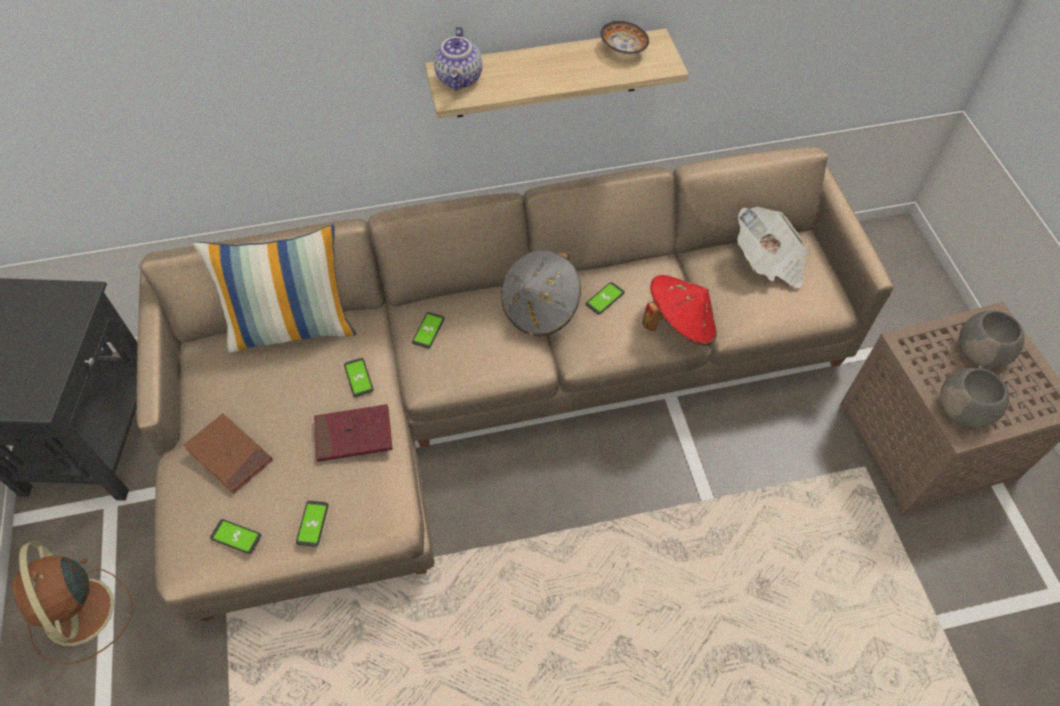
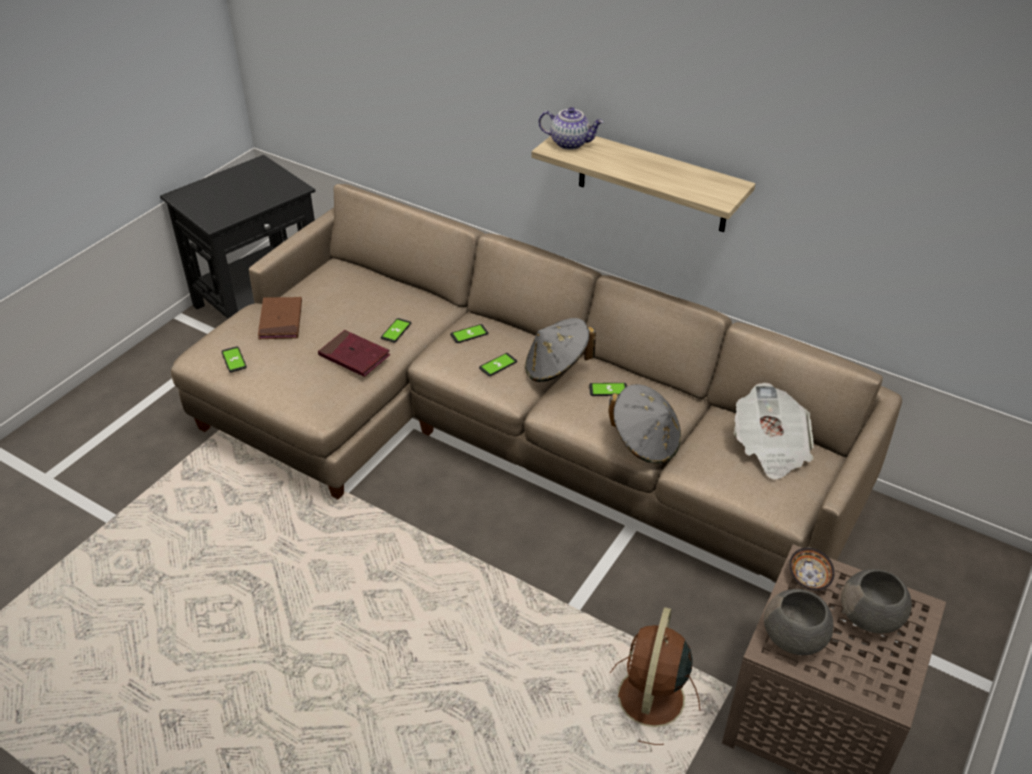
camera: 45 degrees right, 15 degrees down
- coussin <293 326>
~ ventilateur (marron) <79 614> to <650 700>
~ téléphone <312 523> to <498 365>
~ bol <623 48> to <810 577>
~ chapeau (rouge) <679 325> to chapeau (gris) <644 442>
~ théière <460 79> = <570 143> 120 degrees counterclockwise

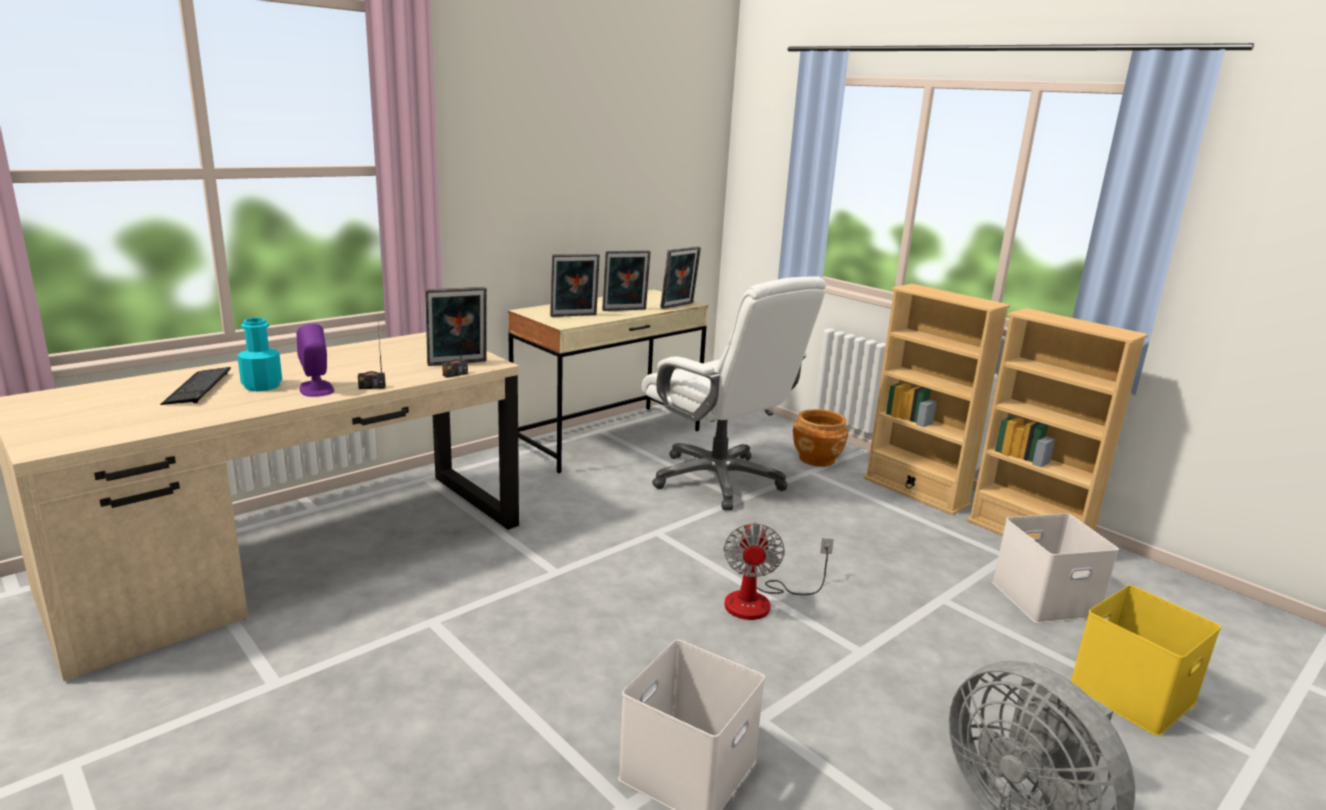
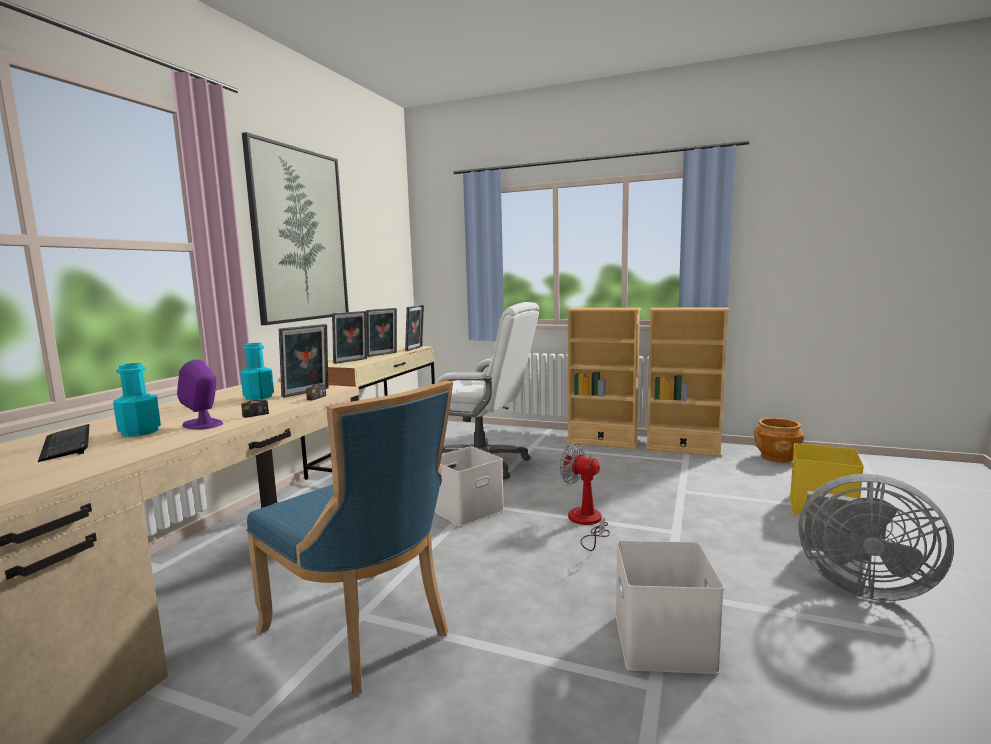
camera: 25 degrees left, 10 degrees down
+ bouteille (turquoise) <258 397>
+ tableau <300 235>
+ chaise (bleu) <363 632>
~ cache-pot (marron) <817 459> to <777 457>
~ boîte de rangement (blanc) <1045 597> to <467 509>
~ ventilateur <761 601> = <586 523> 150 degrees clockwise

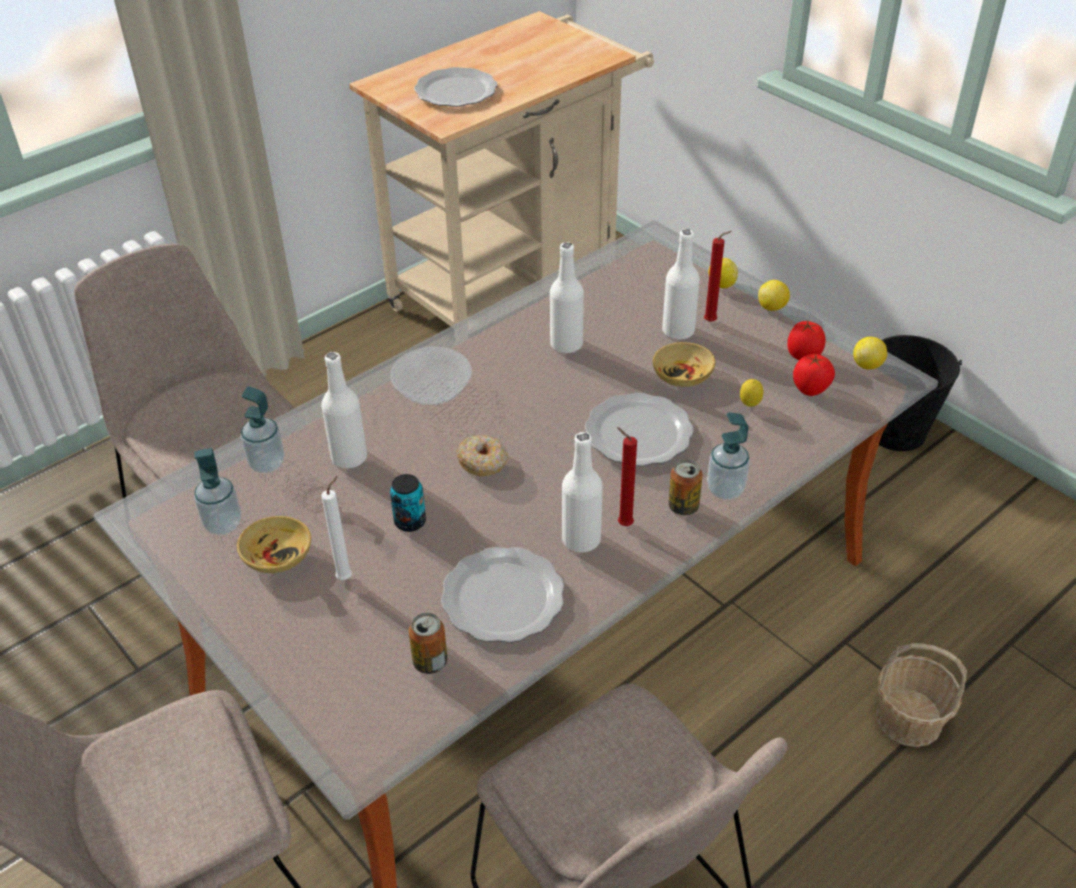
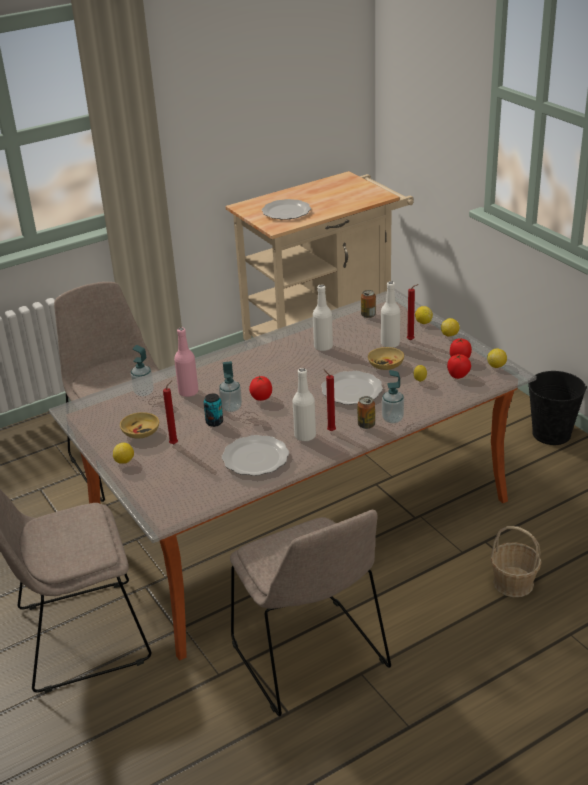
camera: 10 degrees right, 10 degrees down
- bol <433 391>
+ citron <124 461>
~ distributeur de savon <223 524> to <231 408>
~ boîte métallique <430 662> to <368 315>
~ beignet <483 462> to tomate <261 398>
~ bouteille (blanc) <349 457> to bouteille (rose) <188 392>
~ bougie (blanc) <346 576> to bougie (rouge) <175 443>

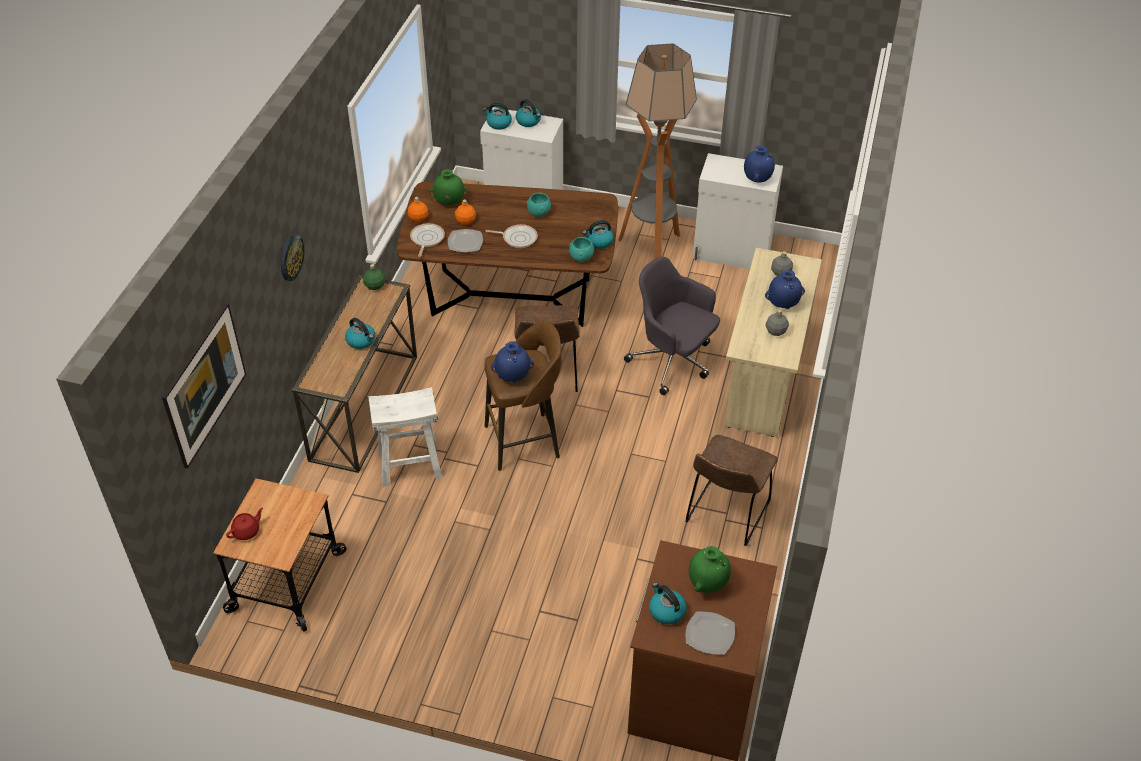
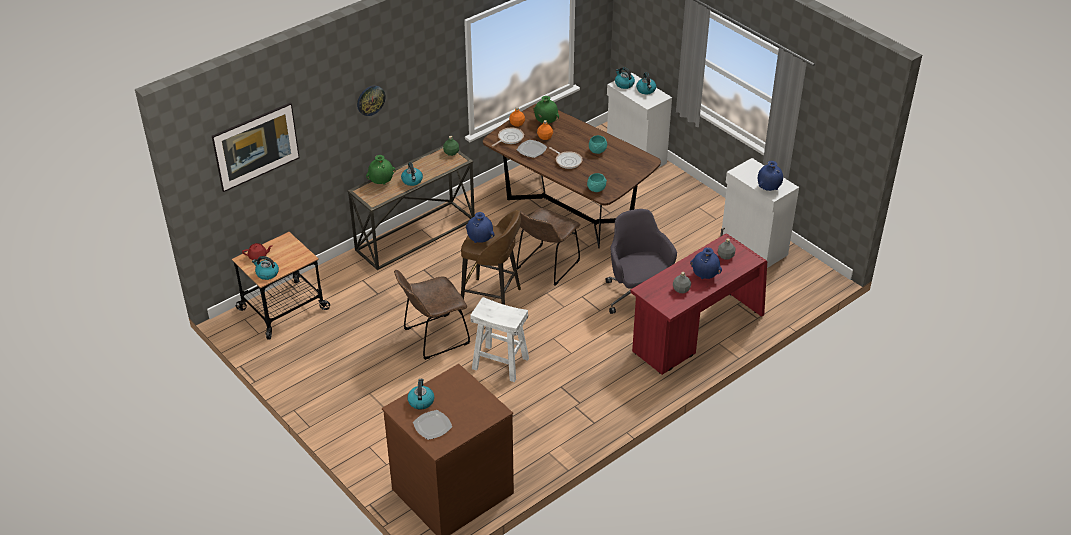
camera: 35 degrees right, 5 degrees down
- lampadaire <651 248>
~ tabouret (blanc) <409 465> to <500 363>
~ bouilloire <598 242> to <267 273>
~ chaise (marron) <726 515> to <433 338>
~ vase (vert) <707 583> to <382 182>
~ bureau (beige) <765 373> to bureau (rouge) <696 333>

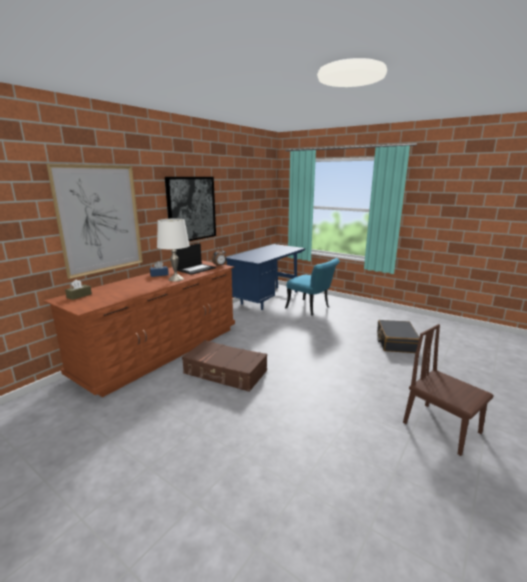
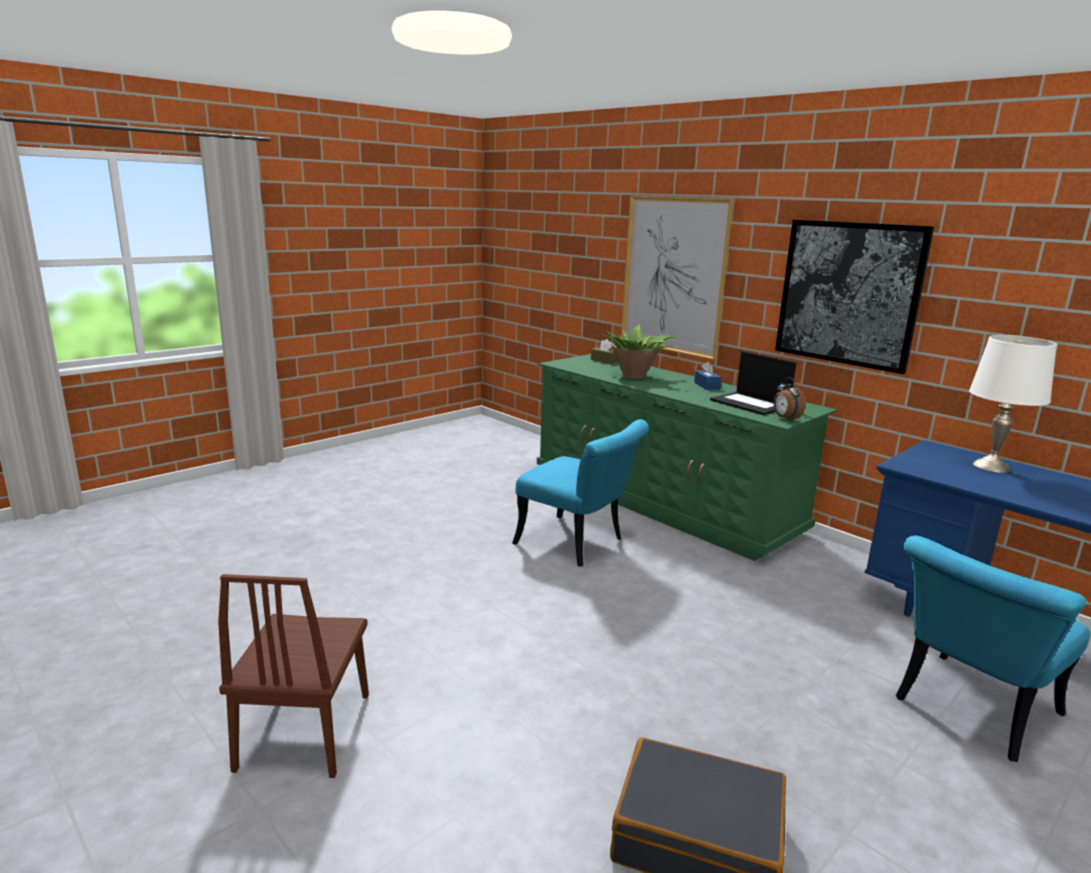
camera: 100 degrees right, 0 degrees up
+ plante en pot <634 376>
~ lampe de table (blanc) <176 279> to <991 466>
~ valise (marron) <225 373> to chaise (turquoise) <578 544>
~ commode (marron) <161 350> to commode (vert) <661 501>
~ chaise (marron) <441 428> = <305 730> 120 degrees clockwise

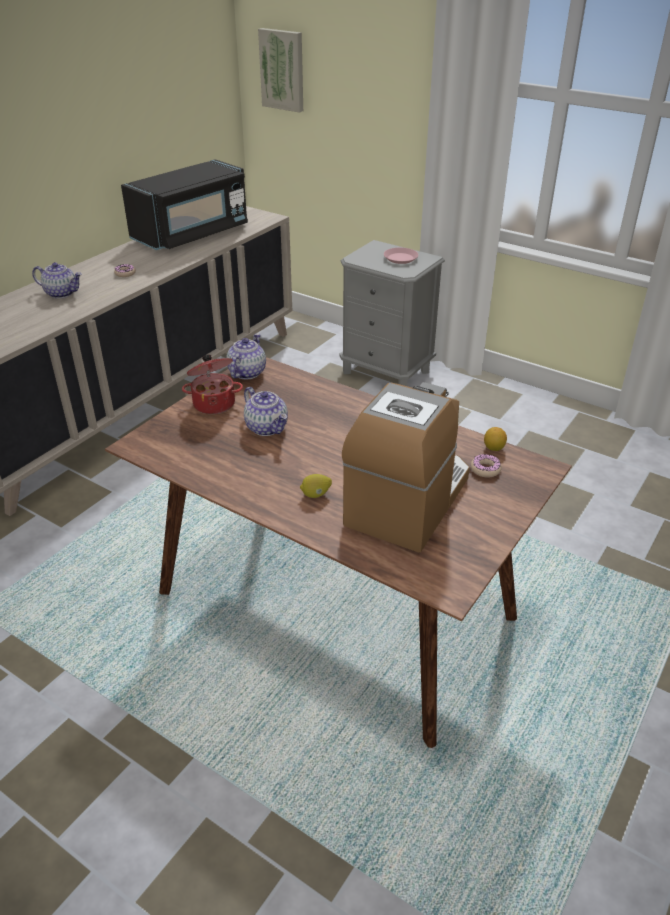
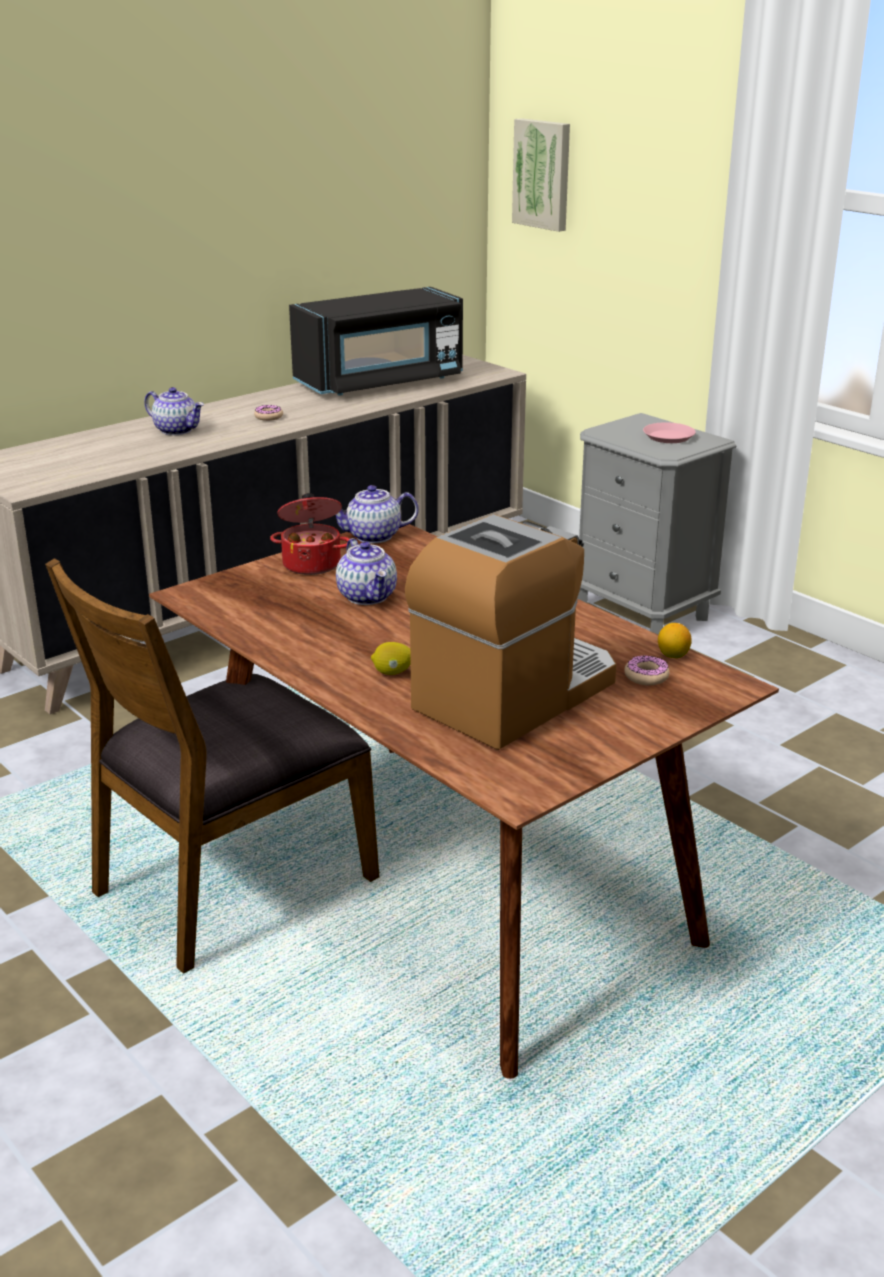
camera: 15 degrees right, 10 degrees down
+ chaise (marron) <231 884>
~ théière <246 372> = <373 536> 135 degrees counterclockwise

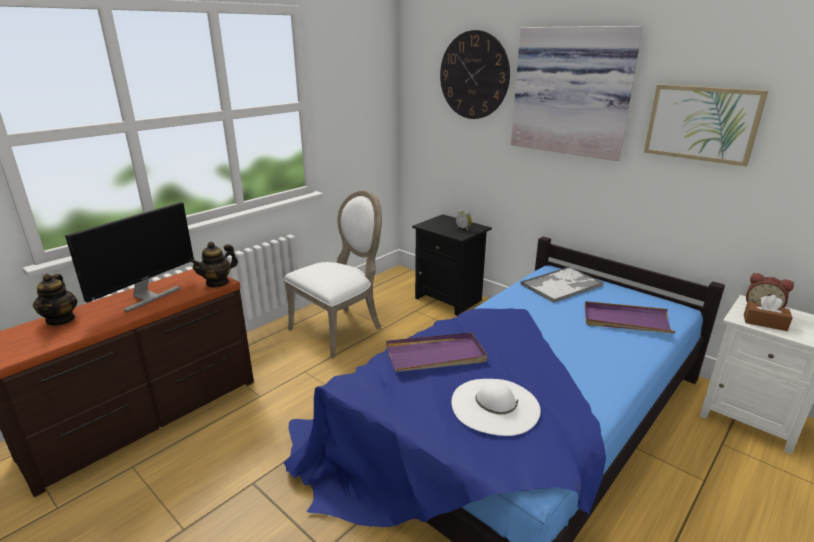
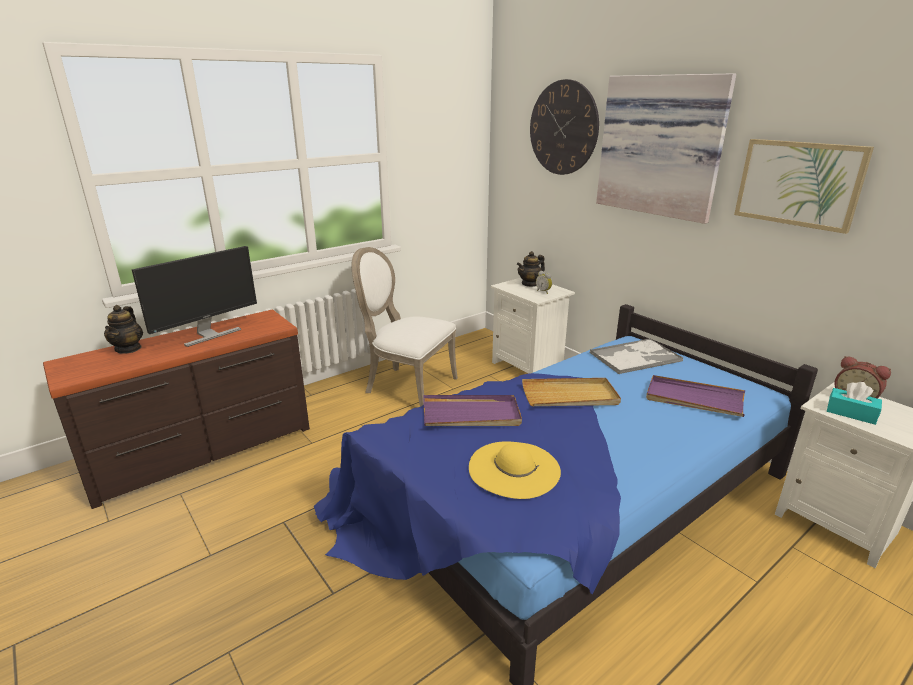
camera: 10 degrees right, 0 degrees up
+ plateau (beige) <570 396>
~ théière <217 282> to <530 284>
~ table de chevet (noir) <449 299> to table de chevet (blanc) <528 366>
~ chapeau (blanc) <495 405> to chapeau (jaune) <514 469>
~ boîte à mouchoirs (marron) <764 322> to boîte à mouchoirs (turquoise) <851 413>
~ chaise (blanc) <340 329> = <407 386> 120 degrees counterclockwise

